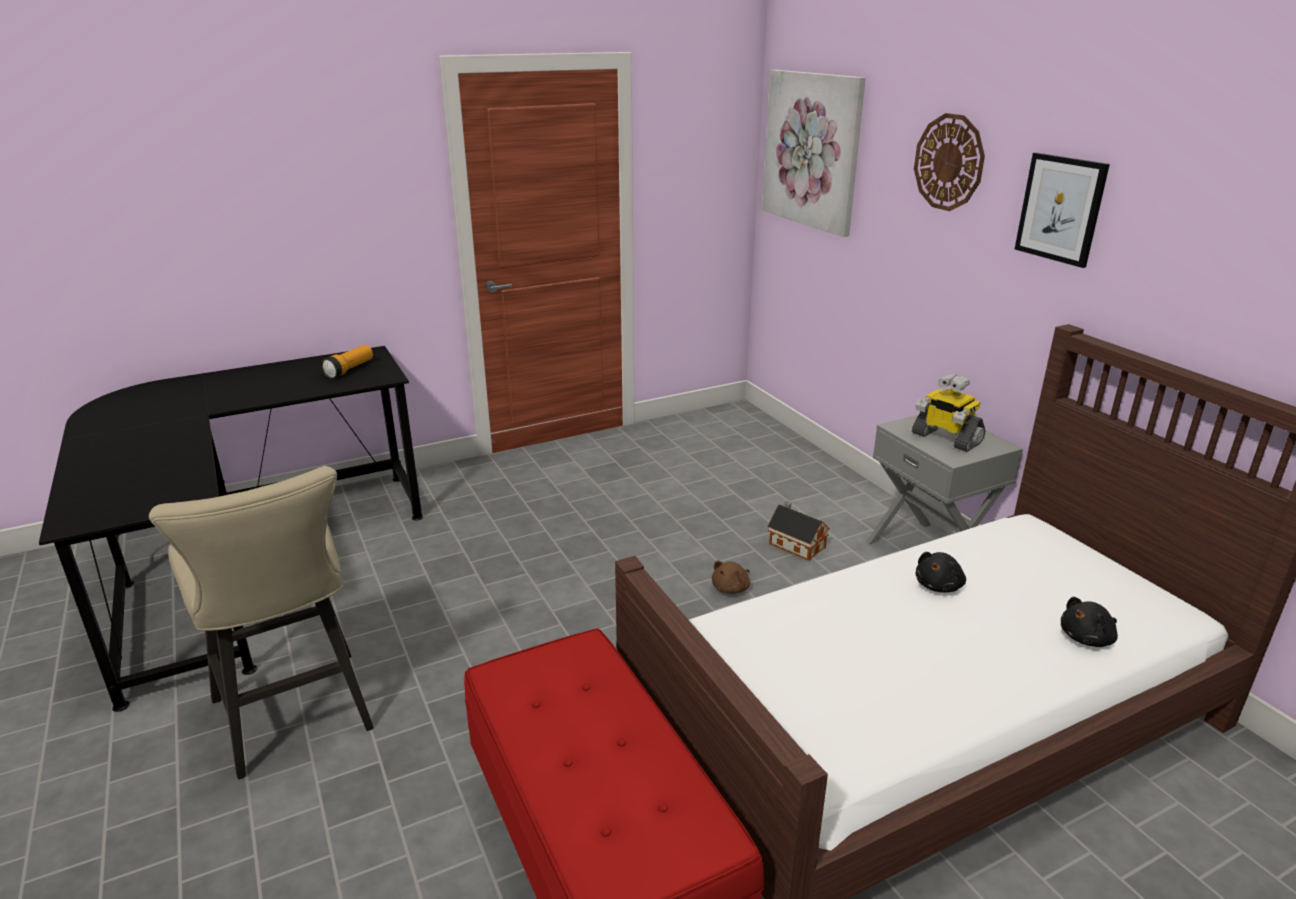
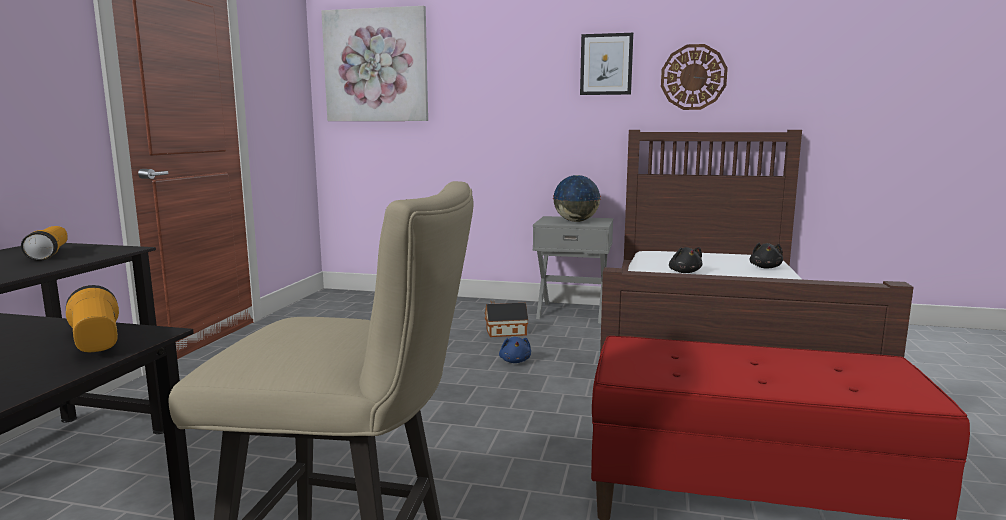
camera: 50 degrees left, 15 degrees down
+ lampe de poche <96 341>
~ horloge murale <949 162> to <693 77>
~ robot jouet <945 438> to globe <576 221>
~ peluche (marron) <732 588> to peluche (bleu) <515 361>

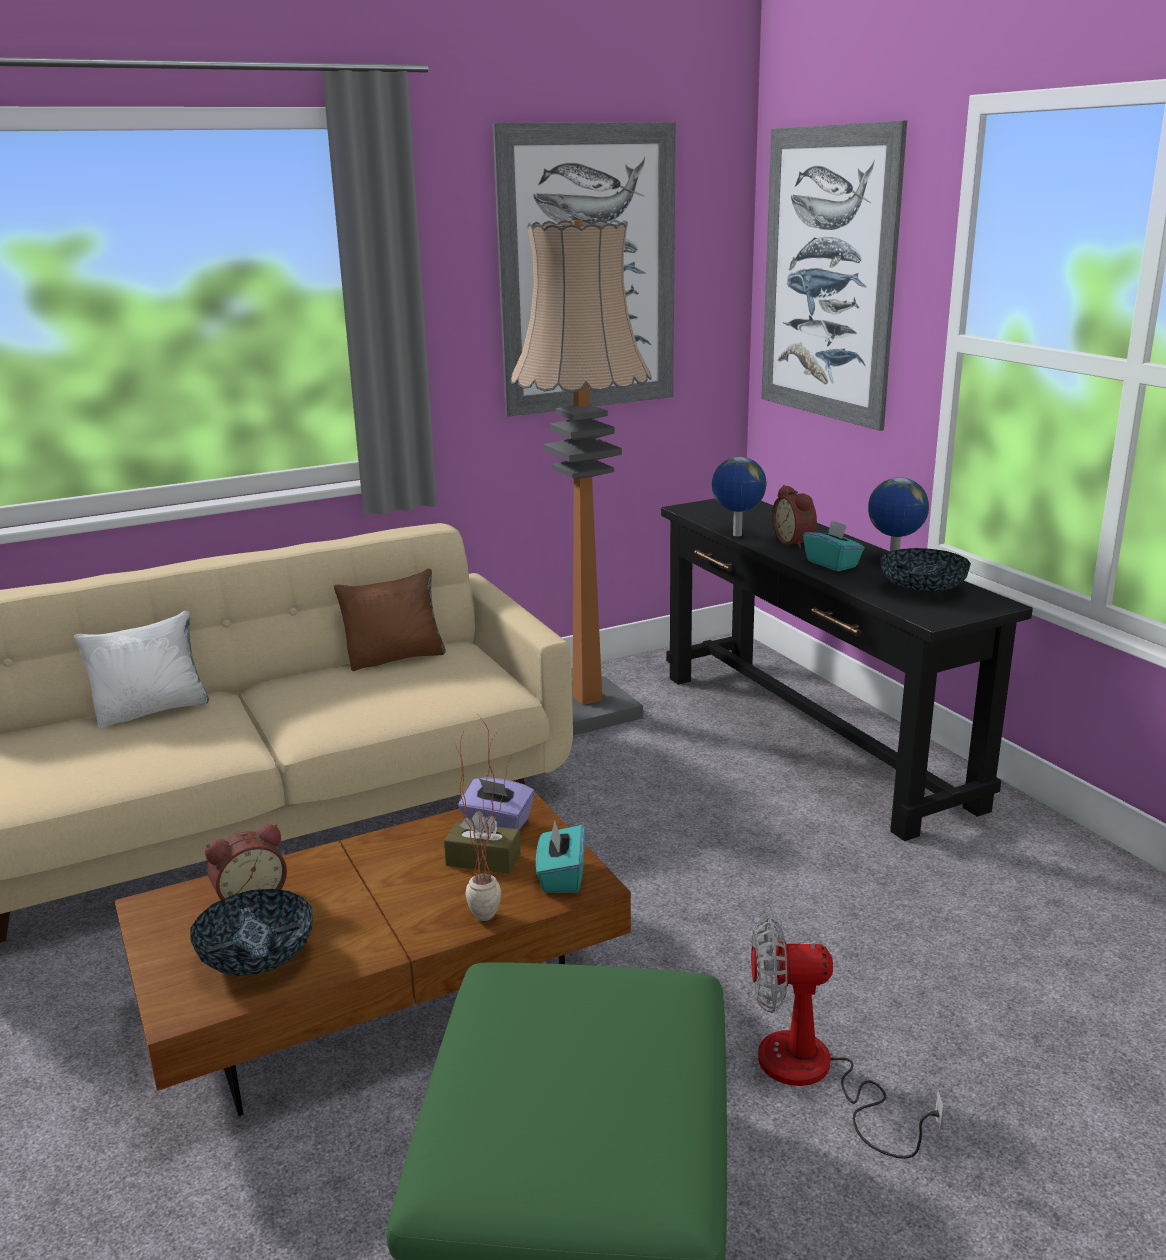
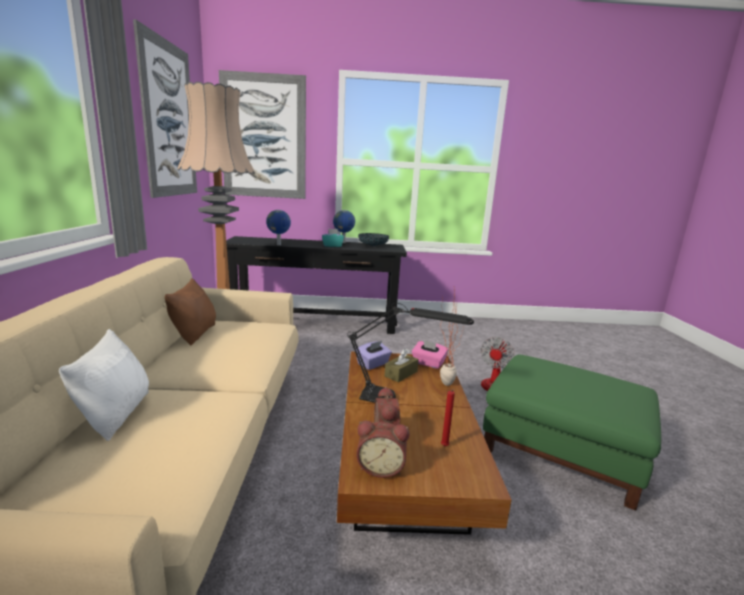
camera: 65 degrees left, 5 degrees down
+ lampe de table (noir) <400 402>
~ réveil <795 542> to <380 467>
~ bol <257 958> to bougie (rouge) <444 447>
~ boîte à mouchoirs (turquoise) <561 877> to boîte à mouchoirs (rose) <428 363>

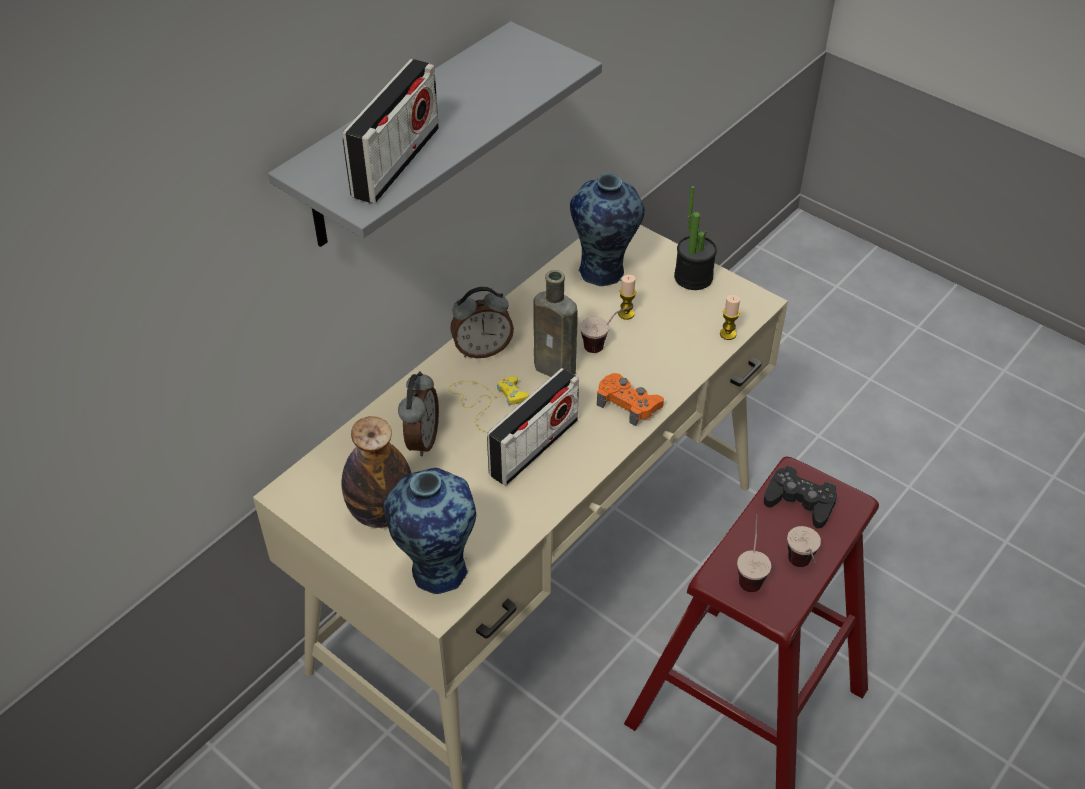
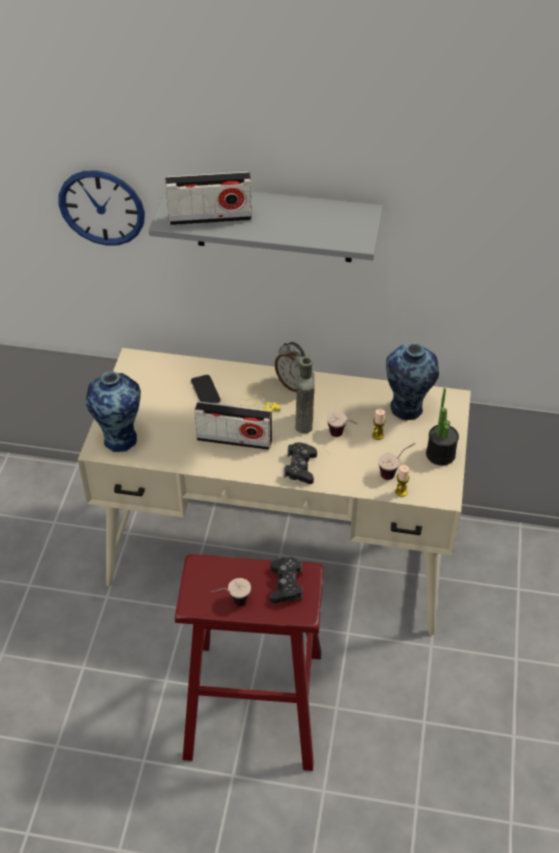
camera: 60 degrees right, 0 degrees up
- bouteille <381 512>
+ horloge murale <102 208>
~ tasse <750 571> to <395 472>
~ réveil <421 439> to téléphone <205 391>
~ manette (orange) <628 404> to manette (noir) <300 467>

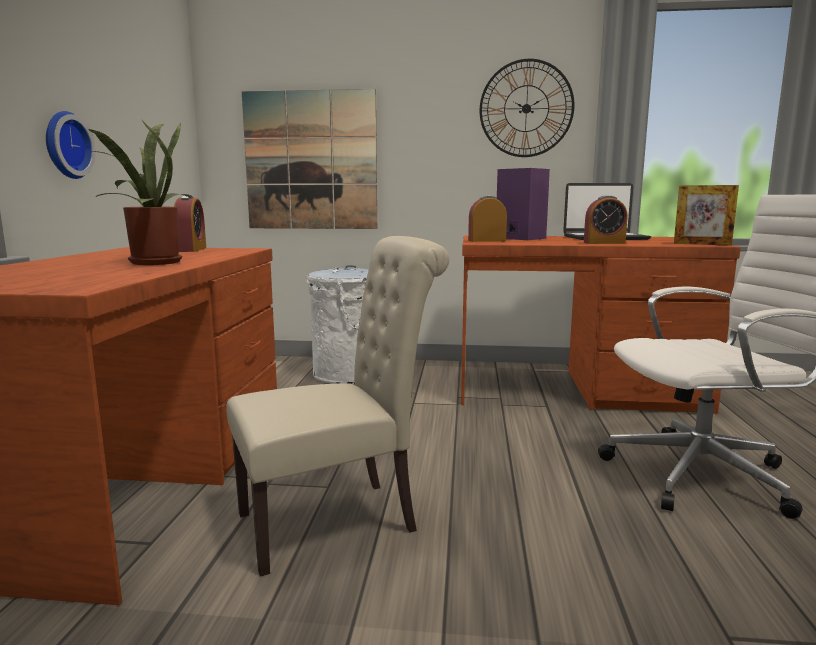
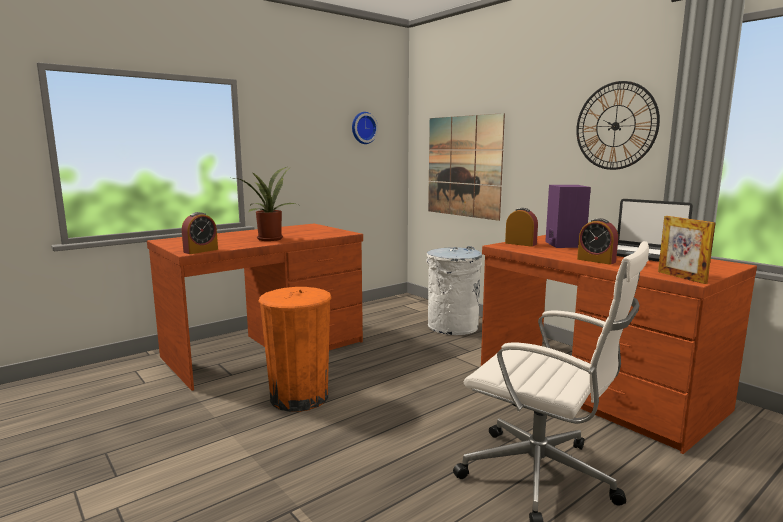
camera: 45 degrees right, 0 degrees up
~ horloge murale <65 145> to <363 128>
~ réveil <191 249> to <201 251>
~ chaise (beige) <338 520> to poubelle (orange) <299 397>

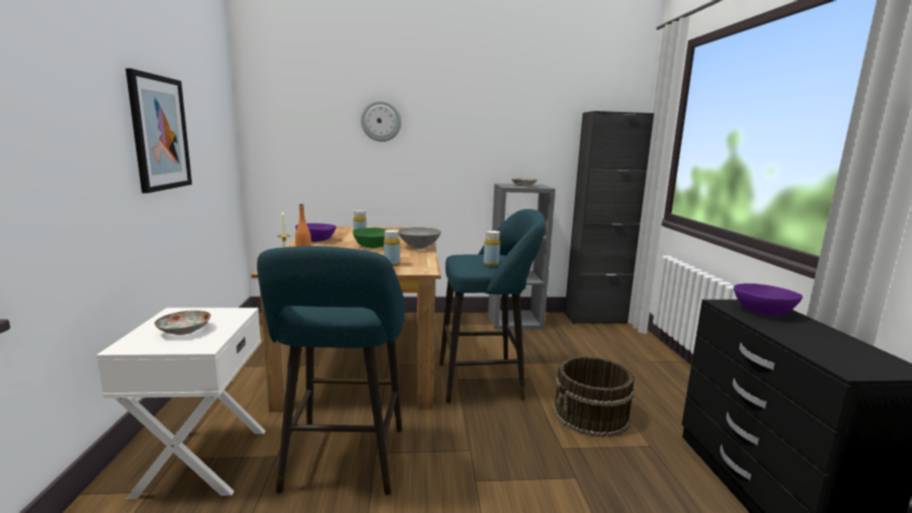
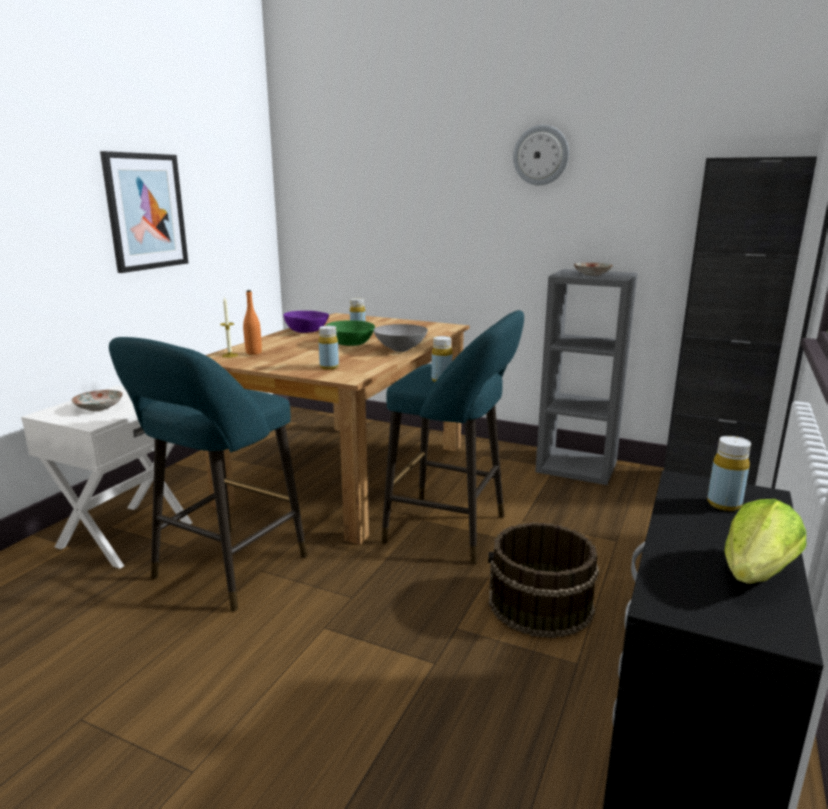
camera: 30 degrees right, 5 degrees up
+ laitue <755 573>
~ horloge murale <381 121> to <541 155>
~ bol (violet) <762 311> to bouteille (jaune) <724 504>

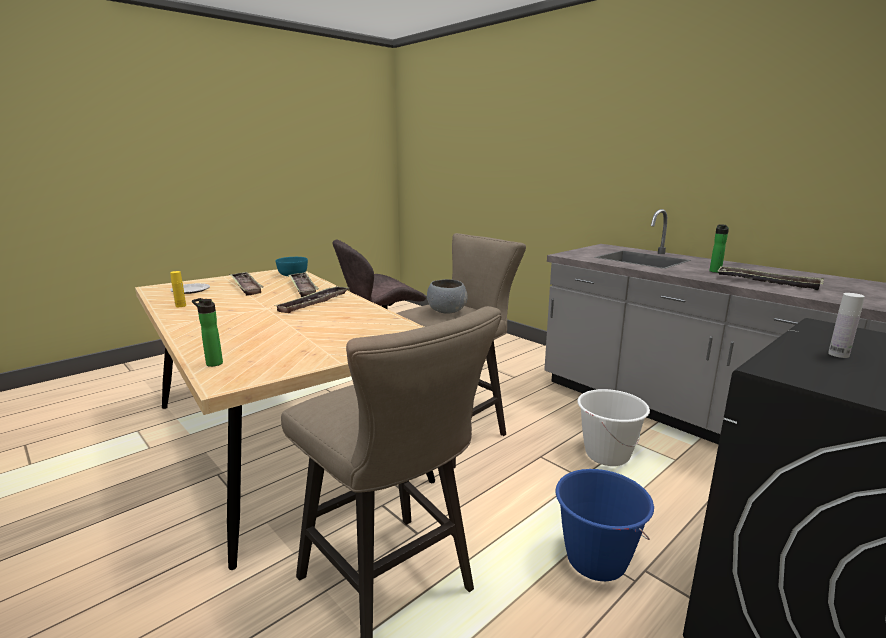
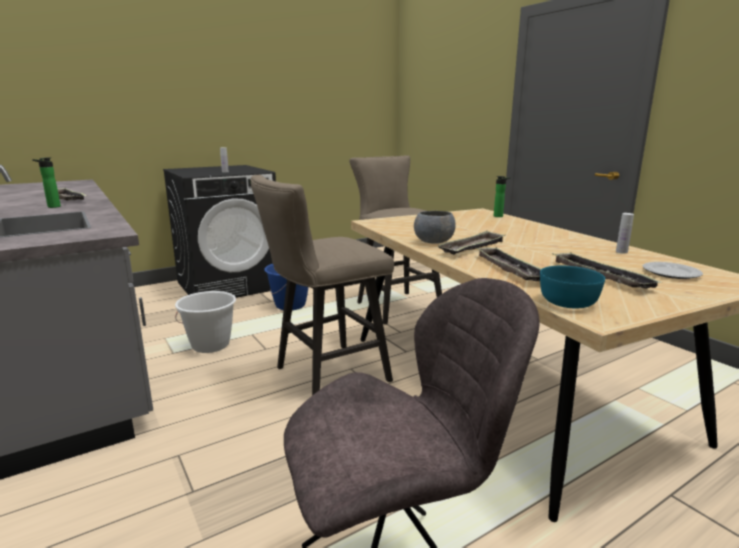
camera: 170 degrees left, 0 degrees up
~ bol (gris) <446 311> to <434 242>
~ bouteille (jaune) <180 306> to bouteille (blanc) <621 252>

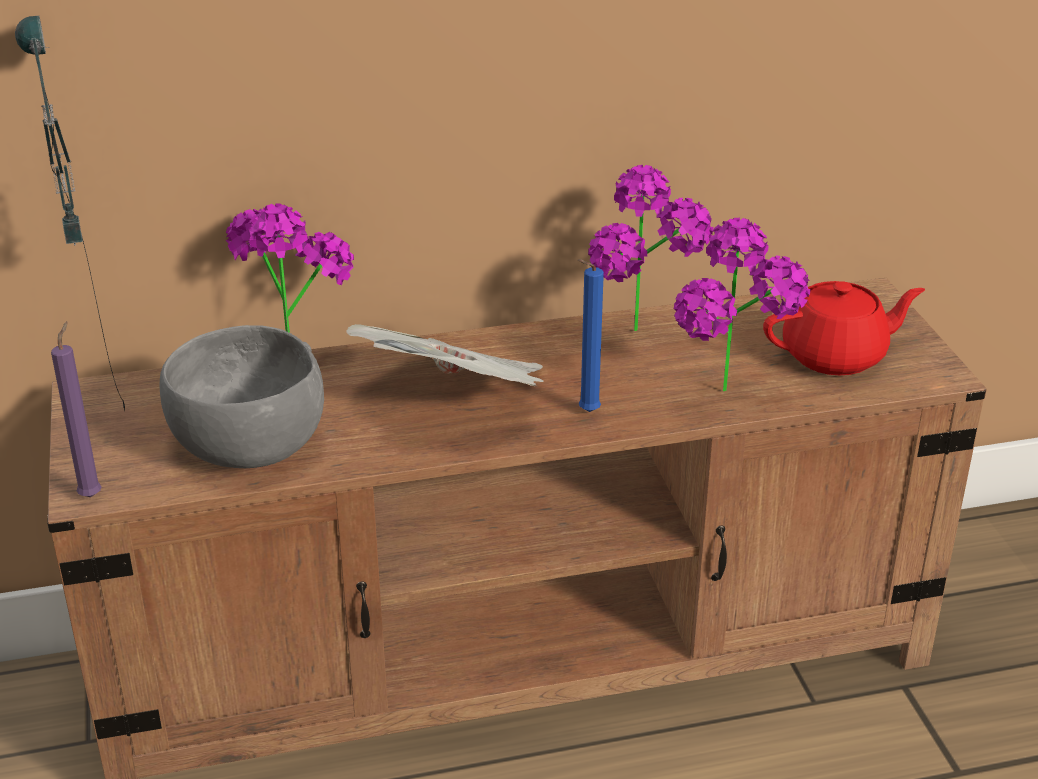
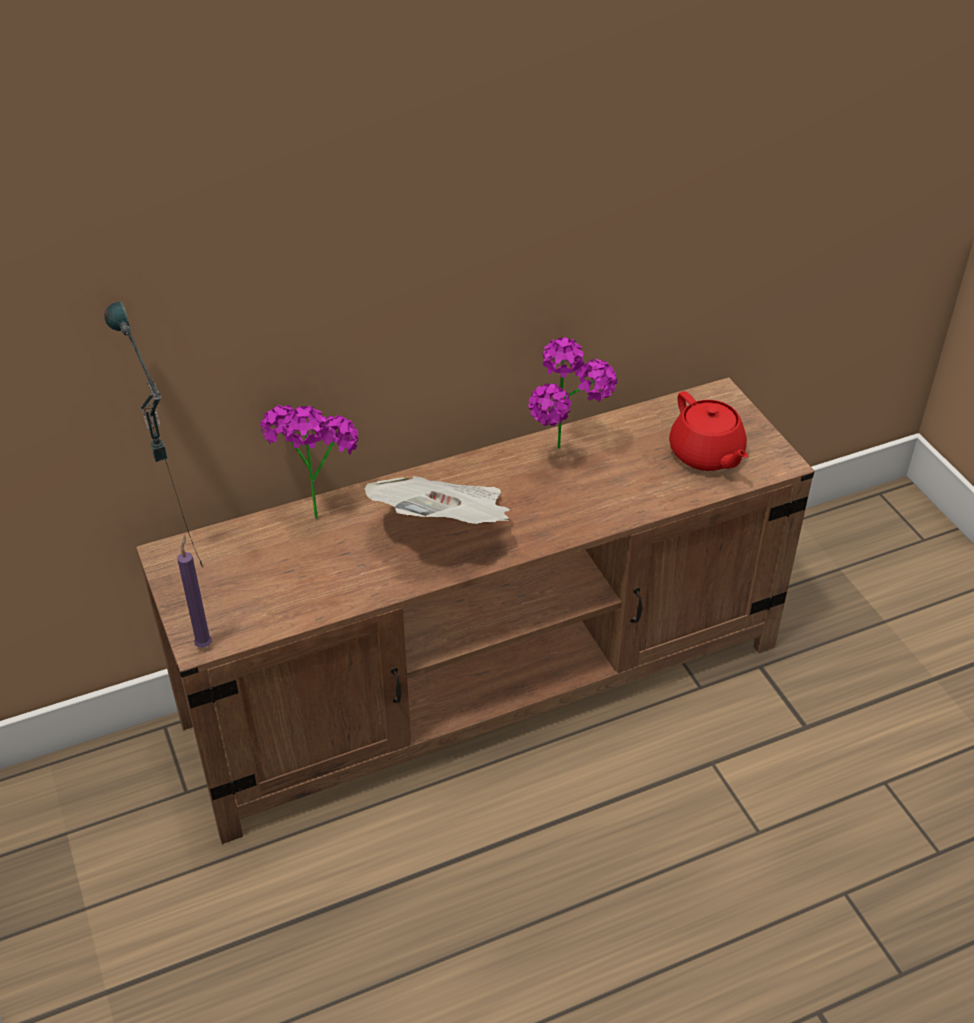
camera: 10 degrees left, 10 degrees up
- bol (gris) <250 447>
- bougie (bleu) <586 413>
- plante en pot <732 403>
~ théière (rouge) <836 356> = <706 455> 90 degrees clockwise

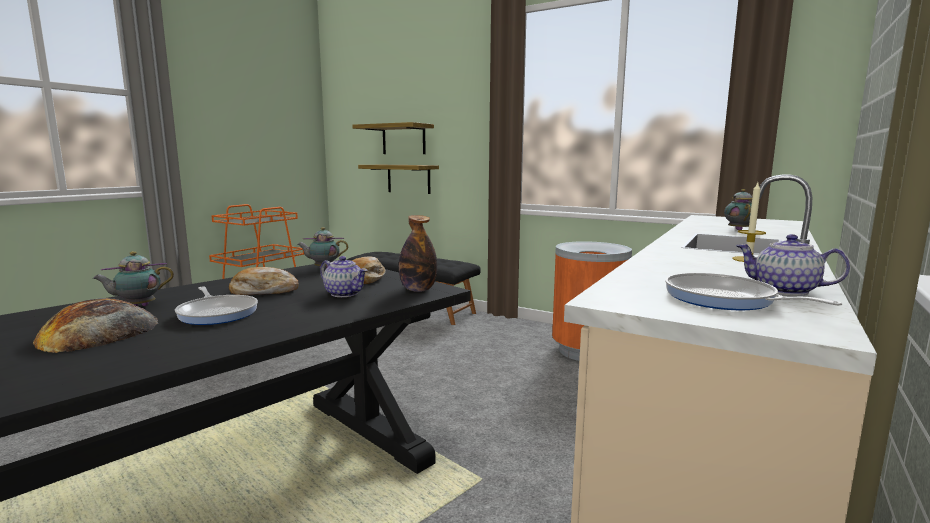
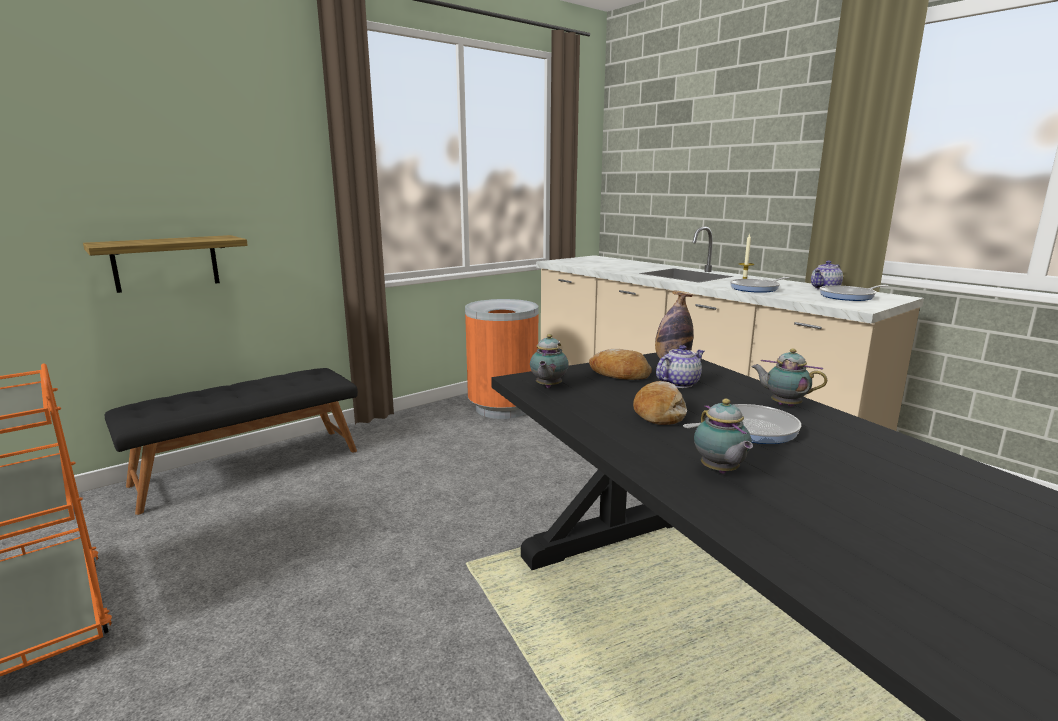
camera: 70 degrees left, 5 degrees up
- pain <100 332>
- étagère <403 139>
+ poêle <756 288>
~ théière <738 230> to <783 405>

